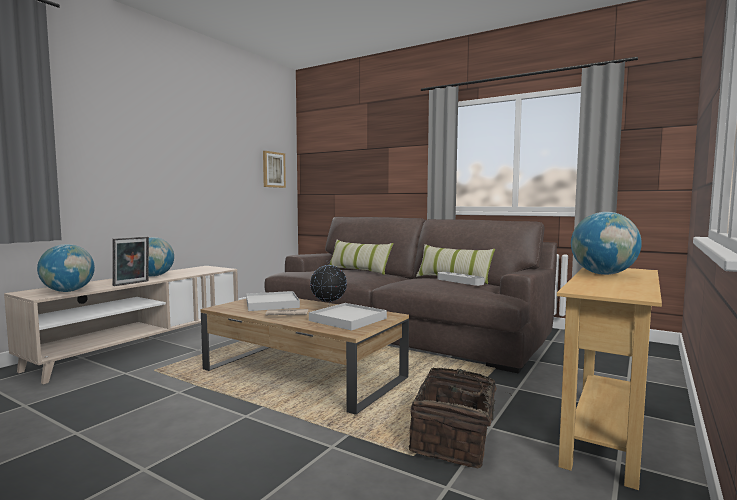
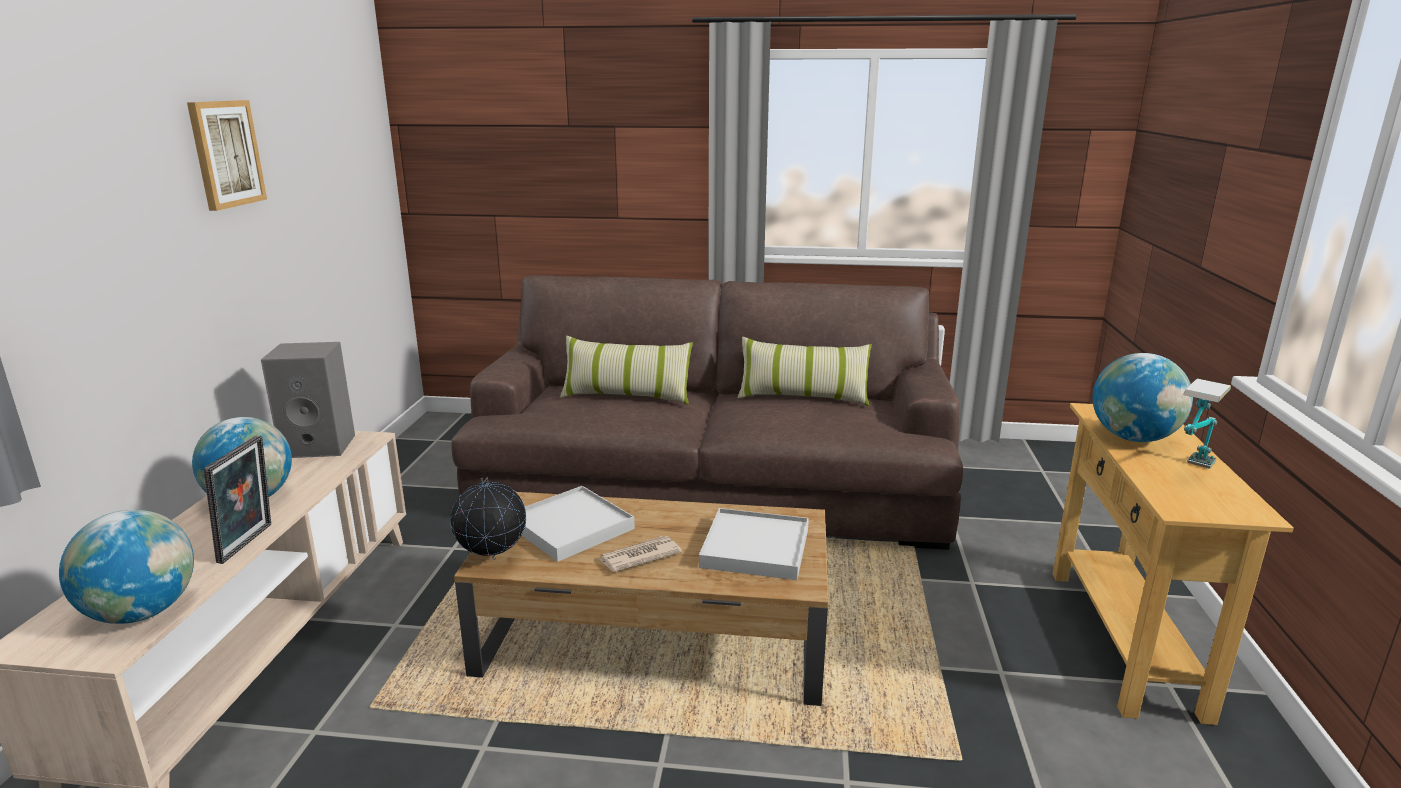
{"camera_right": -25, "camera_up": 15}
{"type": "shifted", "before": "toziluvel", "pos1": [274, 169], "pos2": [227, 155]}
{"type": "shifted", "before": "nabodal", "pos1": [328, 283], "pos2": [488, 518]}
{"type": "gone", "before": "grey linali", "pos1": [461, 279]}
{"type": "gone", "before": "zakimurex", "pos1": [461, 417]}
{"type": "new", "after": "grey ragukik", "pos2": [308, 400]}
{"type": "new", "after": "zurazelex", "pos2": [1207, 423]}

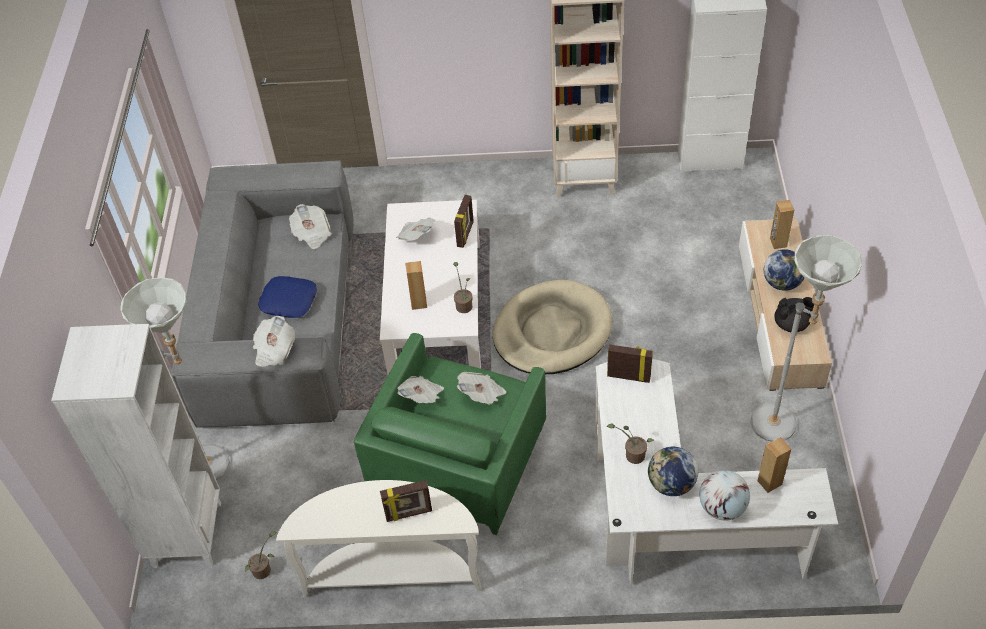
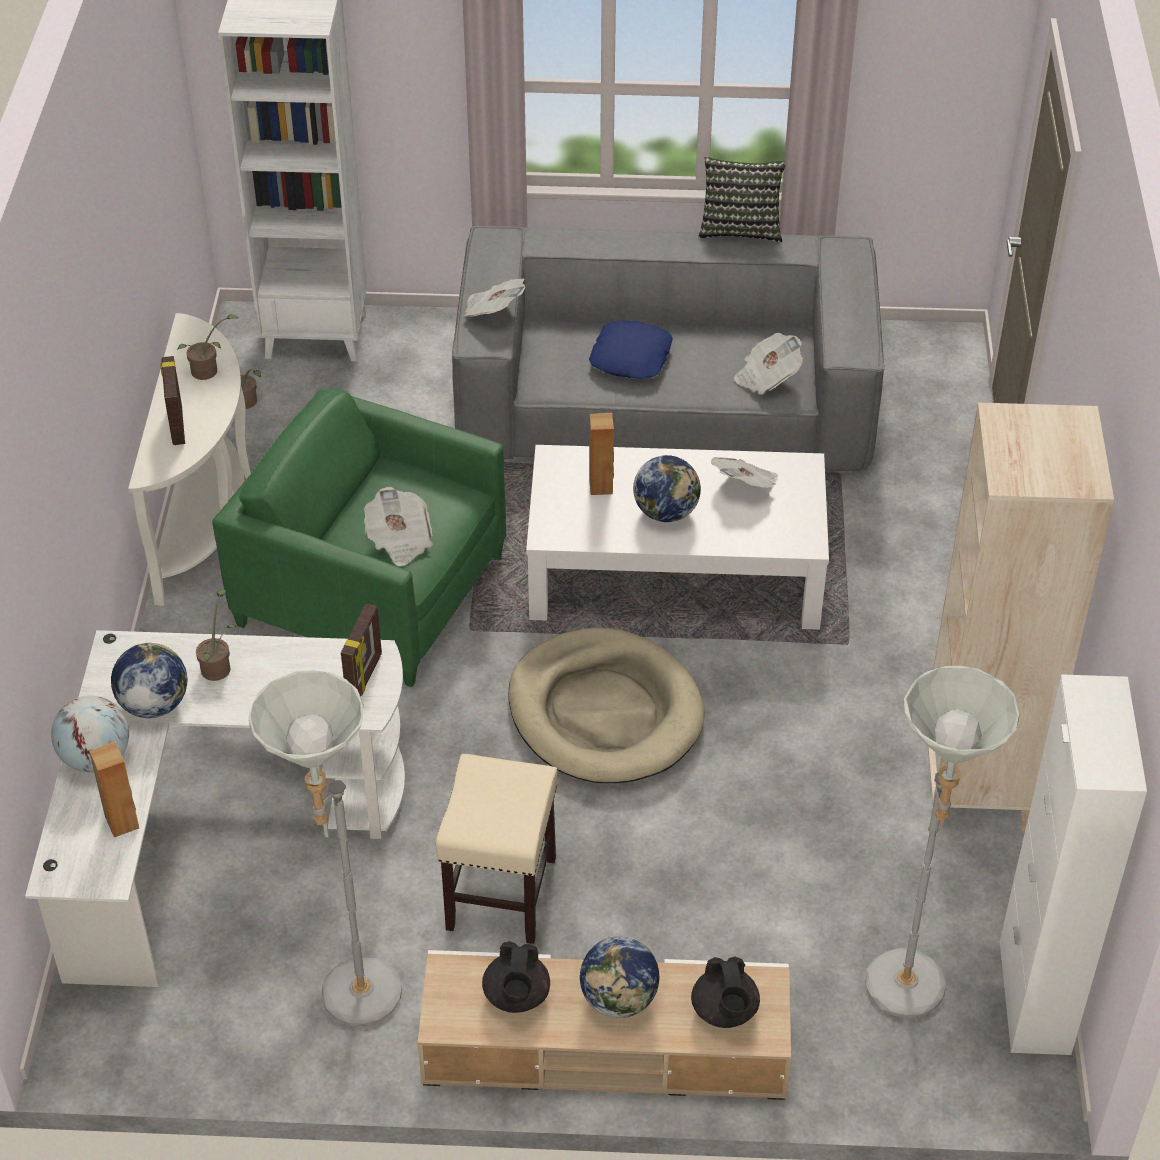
{"camera_right": 90, "camera_up": -5}
{"type": "gone", "before": "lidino", "pos1": [464, 221]}
{"type": "swapped", "before": "brown ragukik", "after": "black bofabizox", "pos1": [782, 224], "pos2": [725, 992]}
{"type": "shifted", "before": "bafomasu", "pos1": [463, 287], "pos2": [207, 347]}
{"type": "shifted", "before": "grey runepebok", "pos1": [175, 378], "pos2": [942, 842]}
{"type": "gone", "before": "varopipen", "pos1": [420, 389]}
{"type": "new", "after": "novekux", "pos2": [742, 200]}
{"type": "new", "after": "nabodal", "pos2": [667, 488]}
{"type": "new", "after": "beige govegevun", "pos2": [496, 849]}

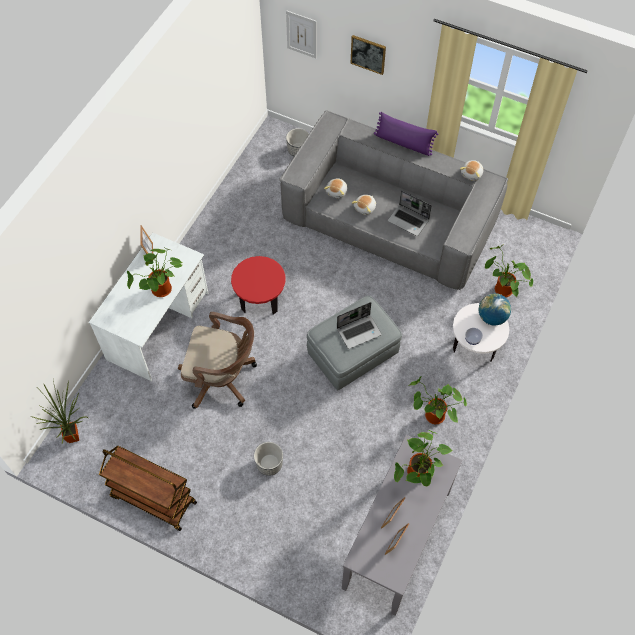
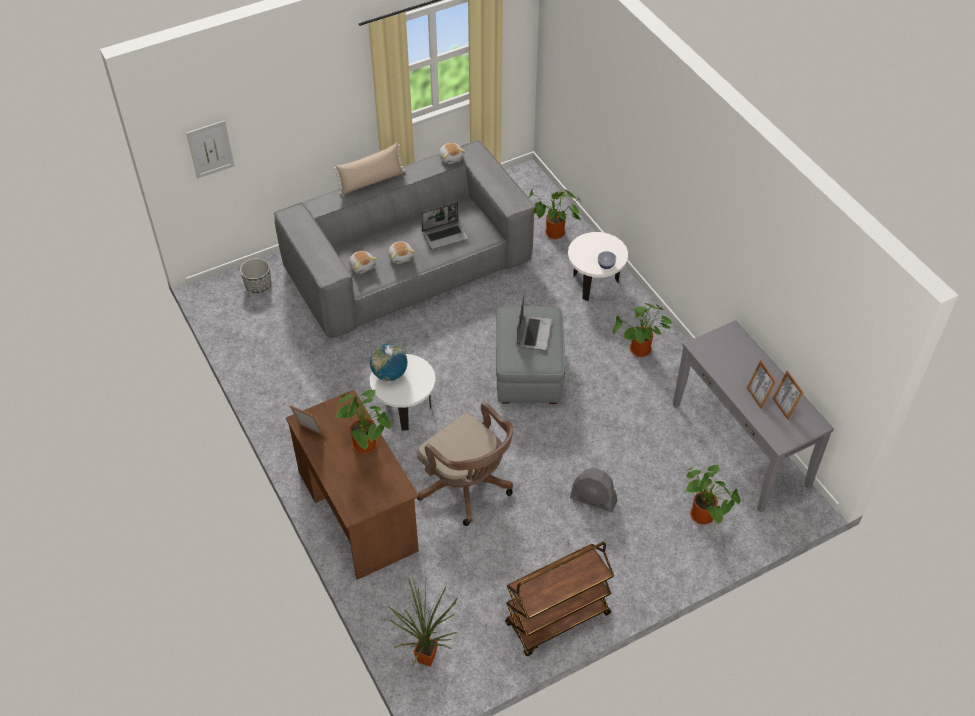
{"camera_right": -55, "camera_up": -10}
{"type": "gone", "before": "toziluvel", "pos1": [368, 55]}
{"type": "repainted", "before": "purple novekux", "after": "beige novekux", "pos1": [406, 134], "pos2": [369, 169]}
{"type": "repainted", "before": "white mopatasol", "after": "brown mopatasol", "pos1": [148, 307], "pos2": [352, 485]}
{"type": "repainted", "before": "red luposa", "after": "white luposa", "pos1": [258, 285], "pos2": [403, 392]}
{"type": "shifted", "before": "nabodal", "pos1": [495, 309], "pos2": [388, 362]}
{"type": "rotated", "before": "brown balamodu", "pos1": [217, 360], "pos2": [465, 464], "turn": 90}
{"type": "shifted", "before": "bafomasu", "pos1": [423, 458], "pos2": [713, 495]}
{"type": "swapped", "before": "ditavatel", "after": "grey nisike", "pos1": [268, 459], "pos2": [593, 490]}

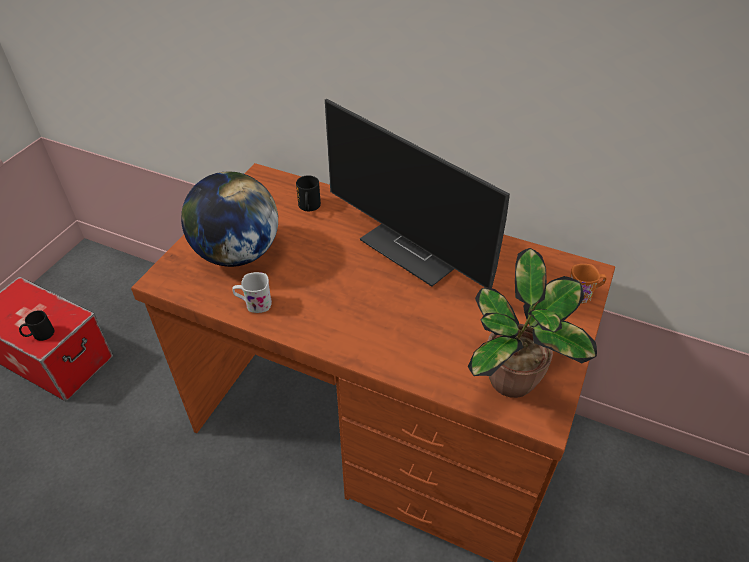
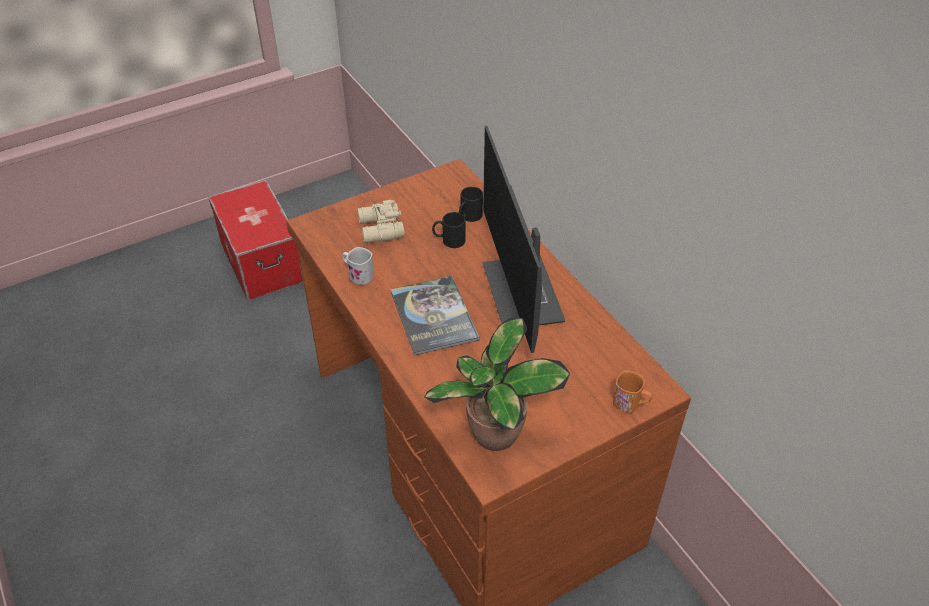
{"camera_right": 35, "camera_up": 0}
{"type": "swapped", "before": "nabodal", "after": "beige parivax", "pos1": [229, 219], "pos2": [381, 221]}
{"type": "shifted", "before": "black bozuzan", "pos1": [36, 325], "pos2": [449, 230]}
{"type": "new", "after": "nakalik", "pos2": [435, 316]}

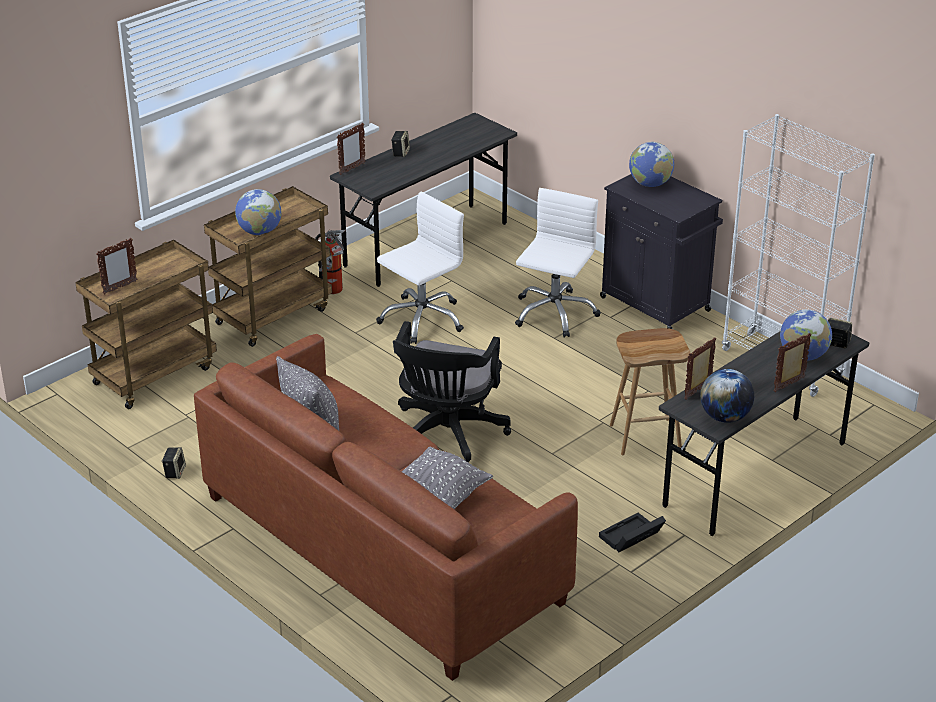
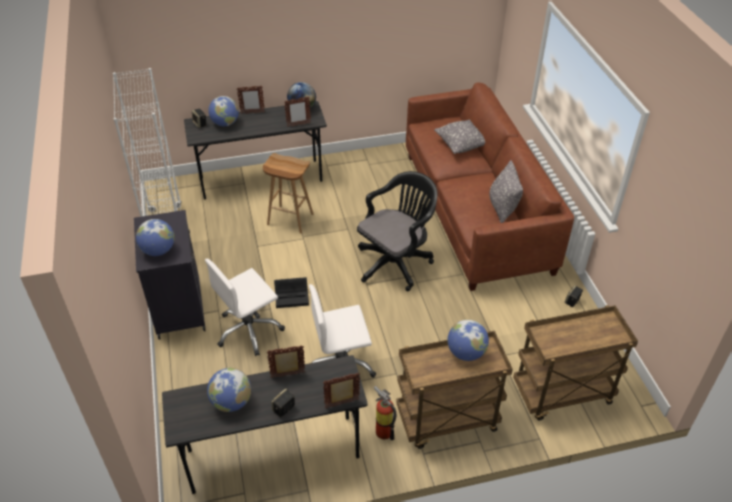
{"camera_right": -150, "camera_up": 10}
{"type": "shifted", "before": "lidino", "pos1": [116, 266], "pos2": [286, 361]}
{"type": "shifted", "before": "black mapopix", "pos1": [632, 533], "pos2": [291, 292]}
{"type": "new", "after": "nabodal", "pos2": [229, 390]}

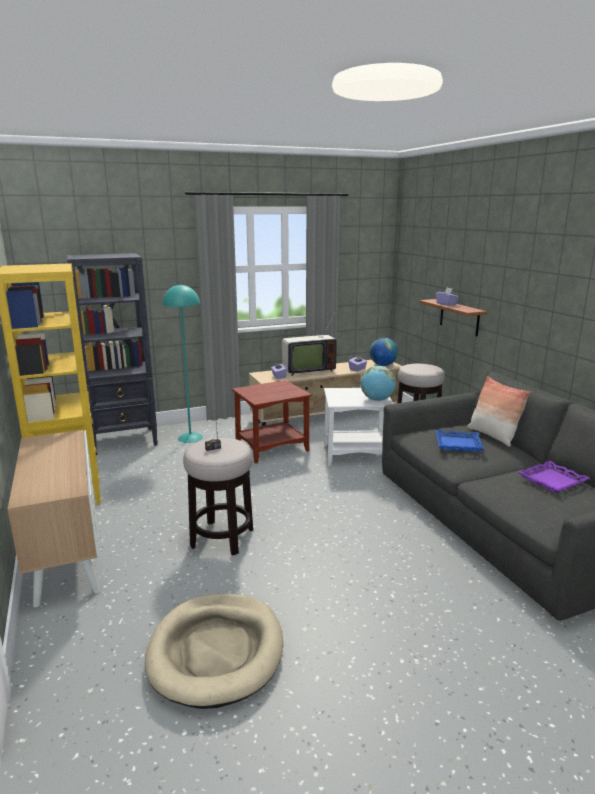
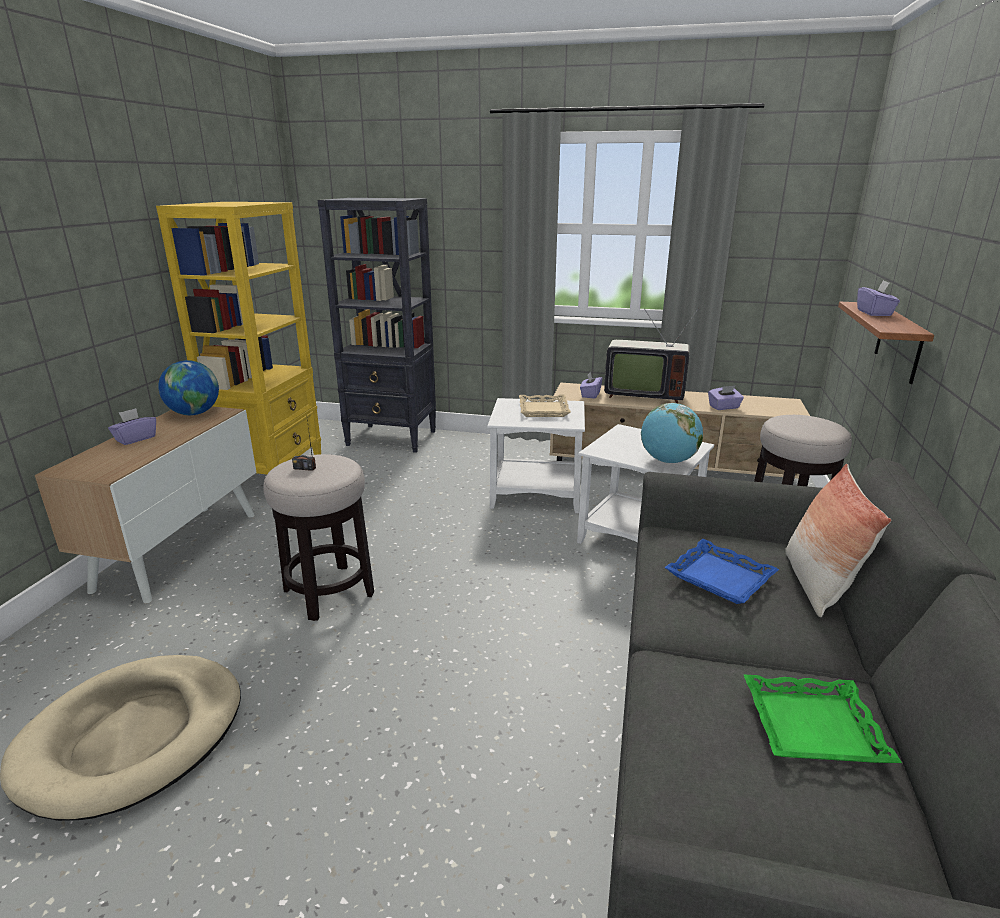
{"camera_right": 35, "camera_up": 5}
{"type": "gone", "before": "turquoise runepebok", "pos1": [183, 363]}
{"type": "shifted", "before": "nabodal", "pos1": [384, 352], "pos2": [188, 387]}
{"type": "repainted", "before": "brown luposa", "after": "white luposa", "pos1": [272, 422], "pos2": [536, 455]}
{"type": "repainted", "before": "purple linali", "after": "green linali", "pos1": [554, 477], "pos2": [822, 718]}
{"type": "new", "after": "beige linali", "pos2": [545, 406]}
{"type": "new", "after": "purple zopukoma", "pos2": [132, 426]}

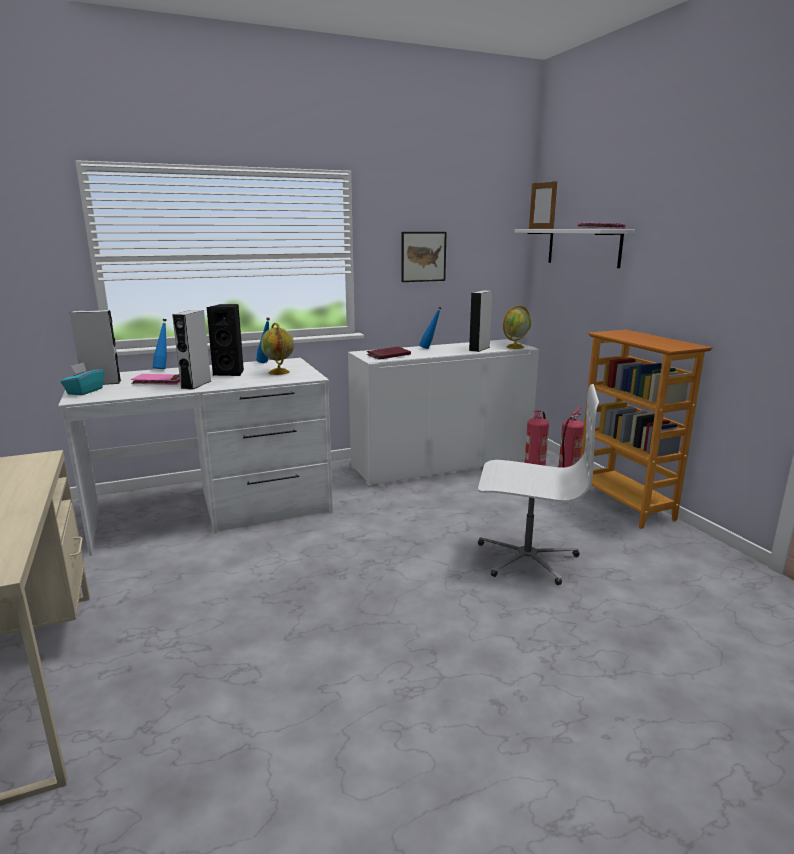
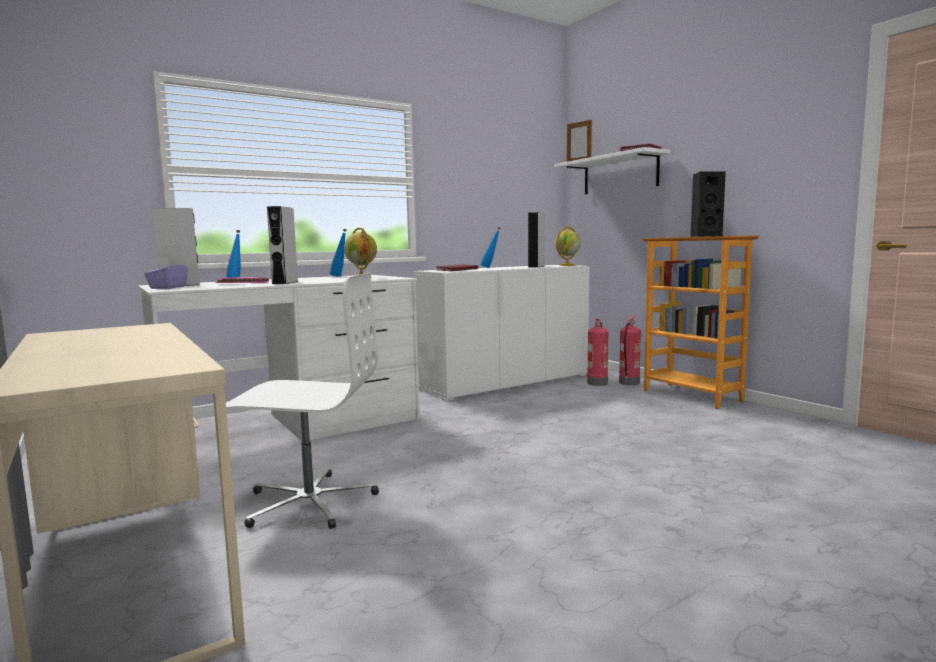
{"camera_right": -10, "camera_up": -10}
{"type": "gone", "before": "toziluvel", "pos1": [424, 257]}
{"type": "shifted", "before": "black ragukik", "pos1": [225, 340], "pos2": [708, 204]}
{"type": "repainted", "before": "turquoise zopukoma", "after": "purple zopukoma", "pos1": [82, 378], "pos2": [166, 273]}
{"type": "shifted", "before": "white balamodu", "pos1": [538, 484], "pos2": [302, 400]}

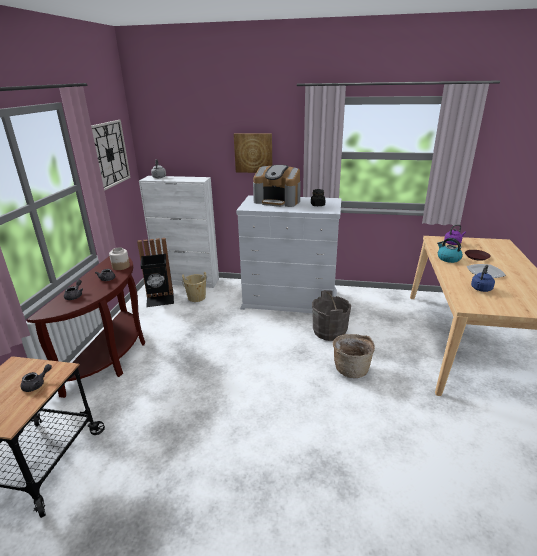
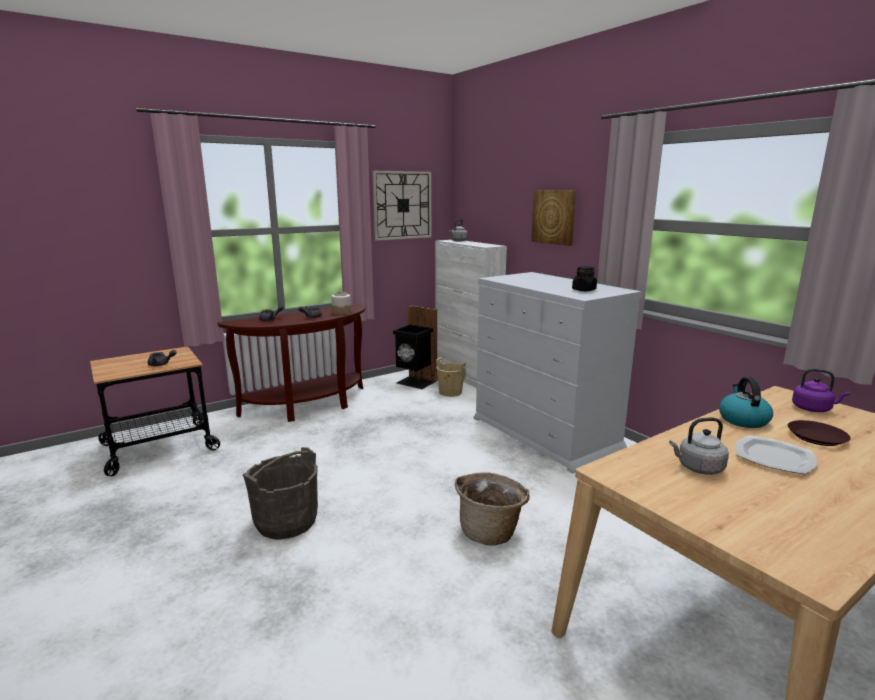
{"camera_right": 45, "camera_up": -10}
{"type": "gone", "before": "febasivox", "pos1": [277, 186]}
{"type": "repainted", "before": "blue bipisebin", "after": "grey bipisebin", "pos1": [483, 278], "pos2": [699, 446]}
{"type": "shifted", "before": "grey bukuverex", "pos1": [331, 315], "pos2": [280, 493]}

